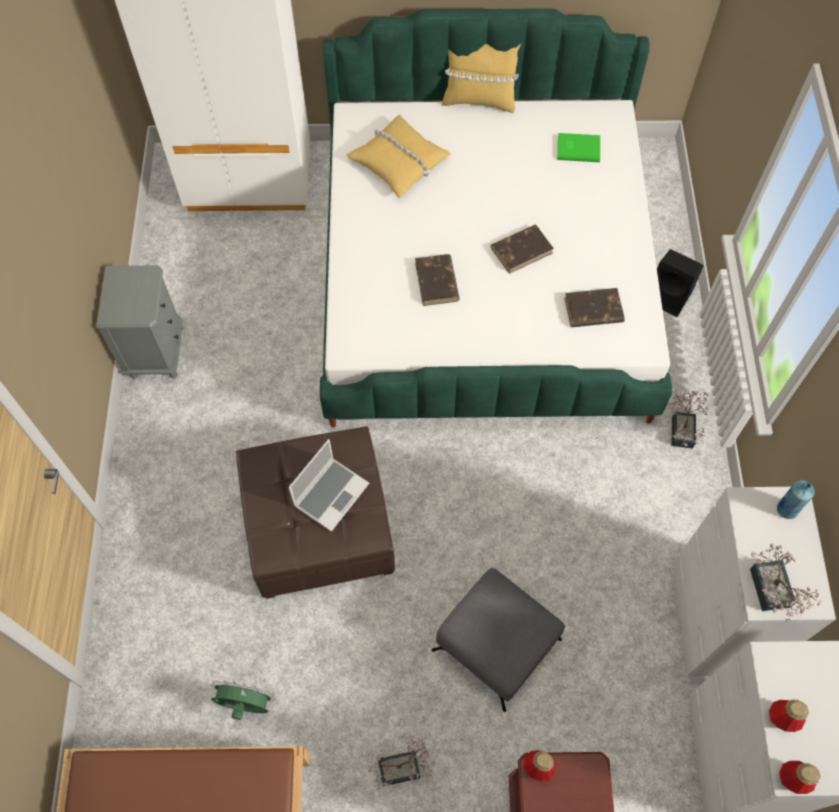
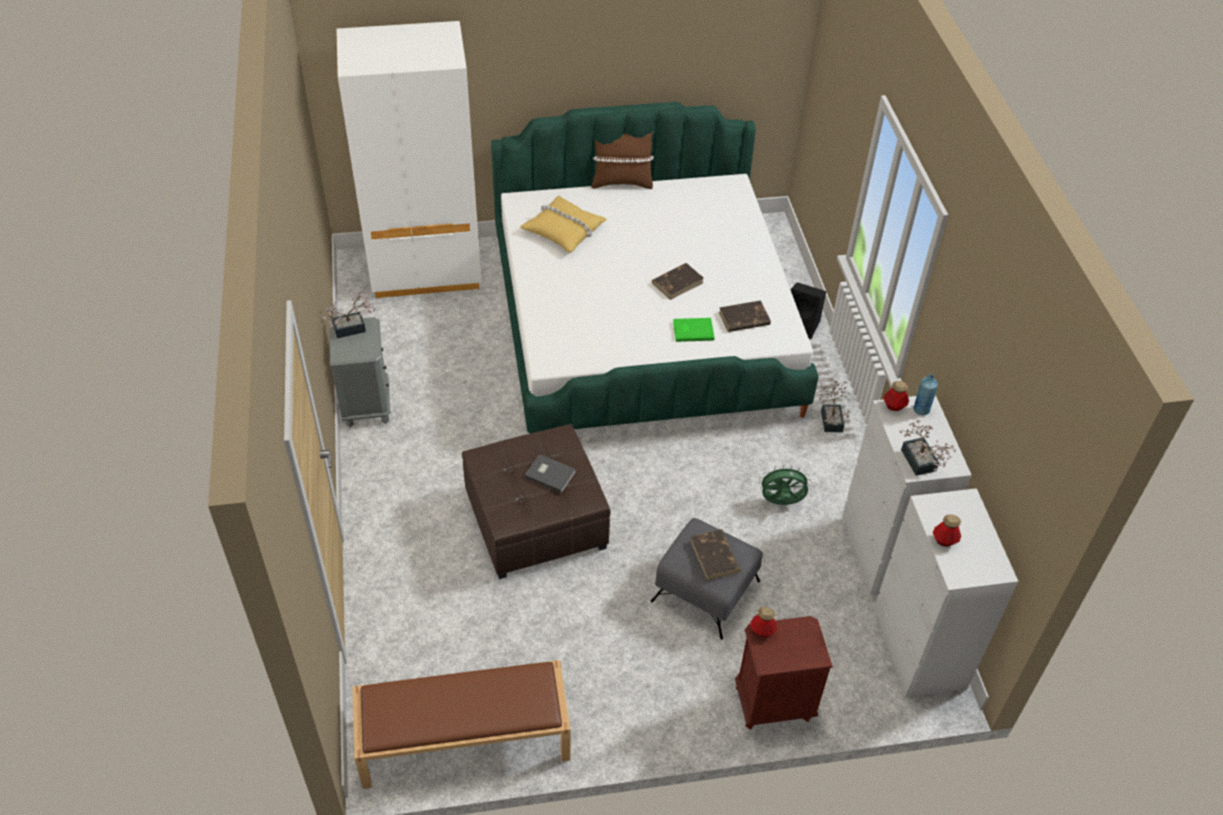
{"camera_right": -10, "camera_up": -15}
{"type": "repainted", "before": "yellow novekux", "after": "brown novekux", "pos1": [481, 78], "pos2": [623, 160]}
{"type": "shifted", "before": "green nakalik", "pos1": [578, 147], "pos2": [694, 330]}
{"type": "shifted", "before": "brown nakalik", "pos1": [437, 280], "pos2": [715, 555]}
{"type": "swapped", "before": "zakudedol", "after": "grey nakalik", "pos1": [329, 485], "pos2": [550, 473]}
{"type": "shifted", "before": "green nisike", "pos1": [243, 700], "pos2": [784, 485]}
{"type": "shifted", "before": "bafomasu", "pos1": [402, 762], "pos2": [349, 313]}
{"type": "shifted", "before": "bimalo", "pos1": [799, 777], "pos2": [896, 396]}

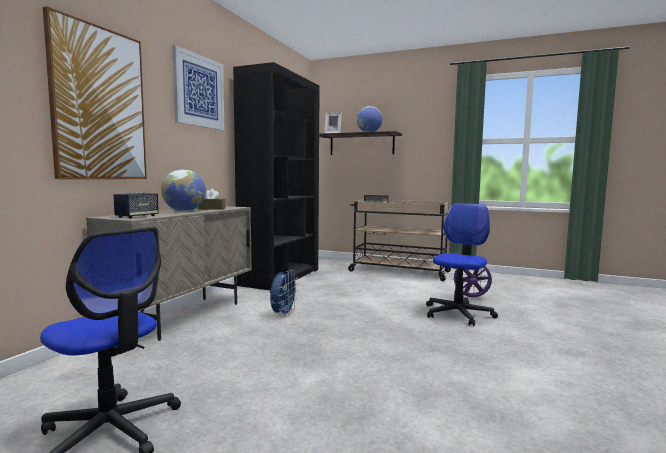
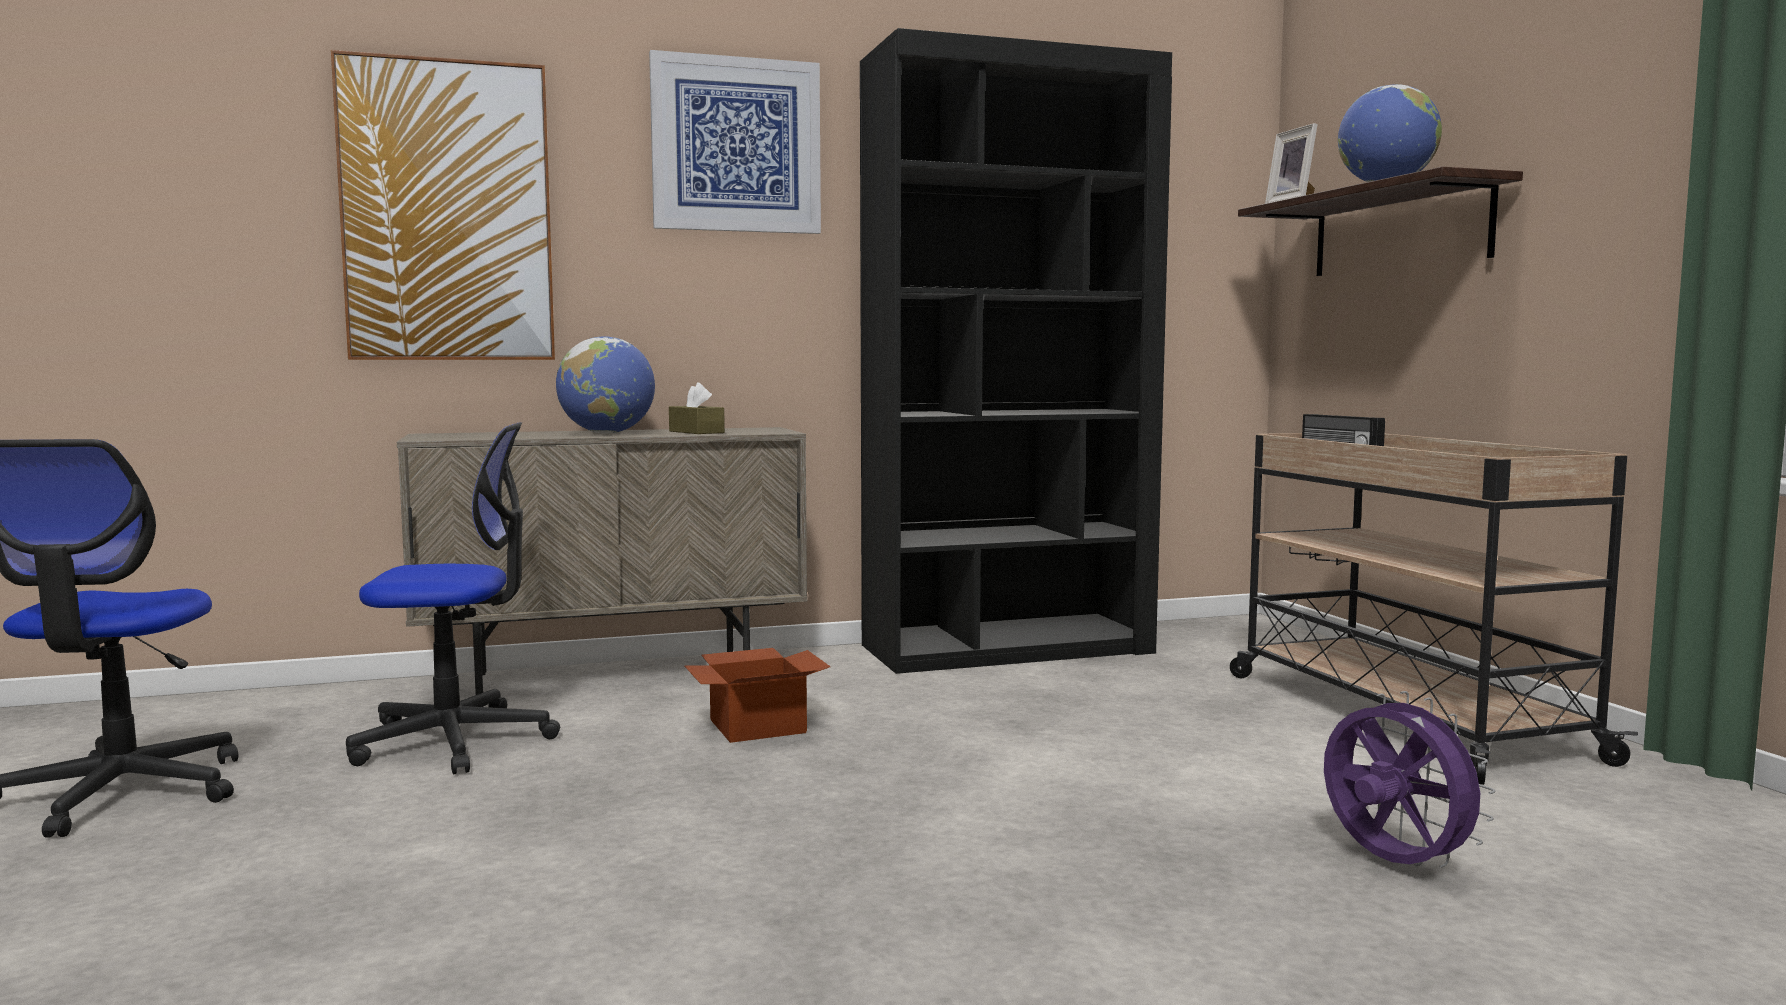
{"camera_right": 50, "camera_up": 0}
{"type": "gone", "before": "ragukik", "pos1": [136, 205]}
{"type": "shifted", "before": "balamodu", "pos1": [462, 264], "pos2": [453, 598]}
{"type": "swapped", "before": "blue nisike", "after": "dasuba", "pos1": [284, 293], "pos2": [757, 695]}

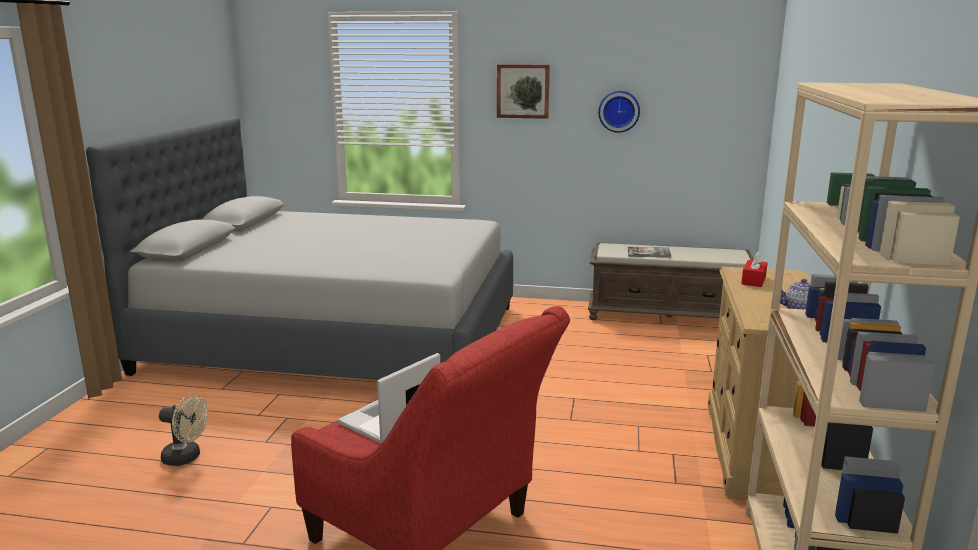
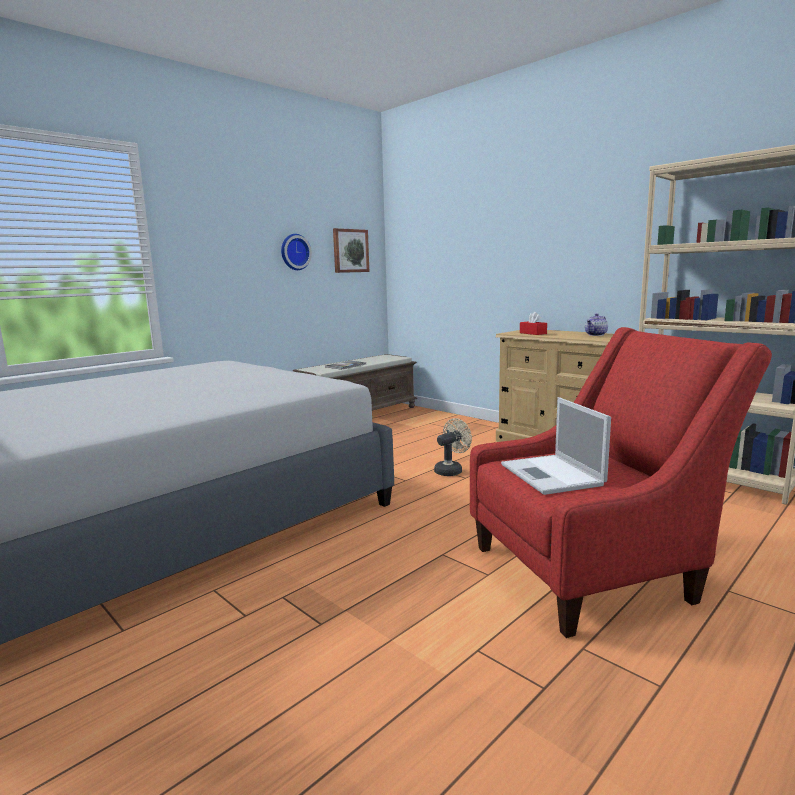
{"camera_right": -55, "camera_up": -5}
{"type": "shifted", "before": "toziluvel", "pos1": [523, 91], "pos2": [351, 250]}
{"type": "shifted", "before": "beige nisike", "pos1": [183, 430], "pos2": [453, 447]}

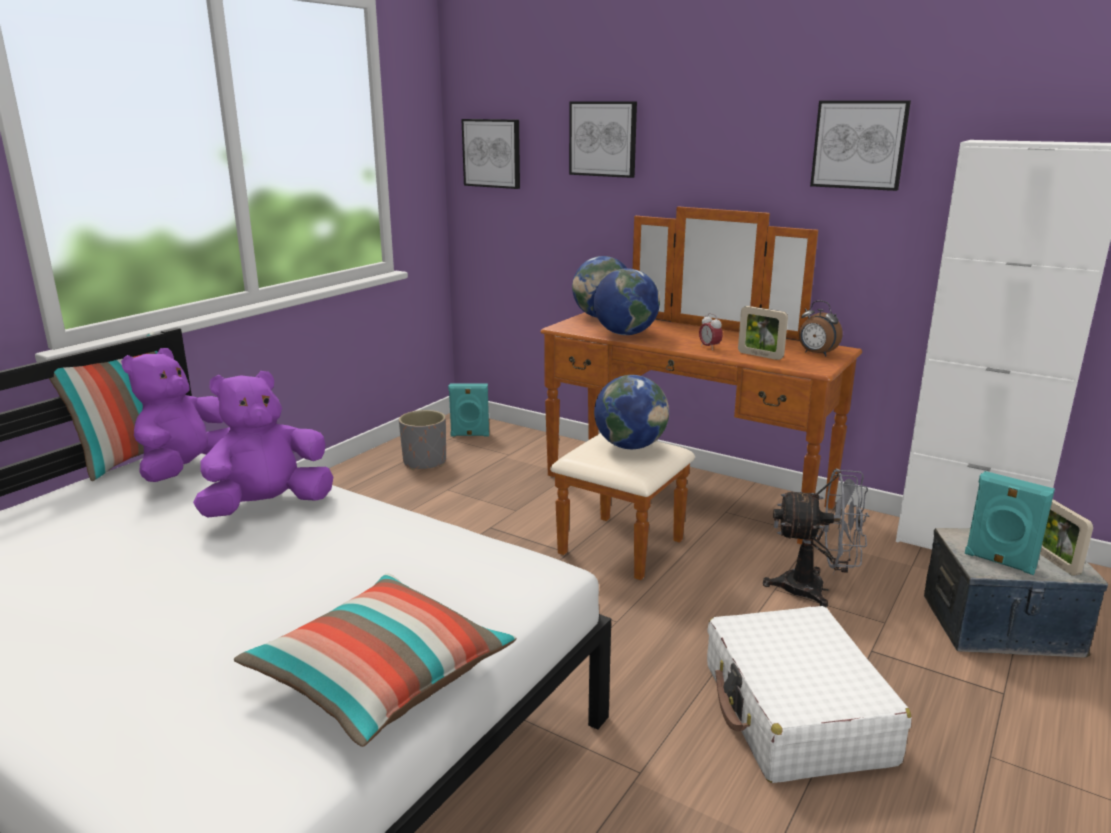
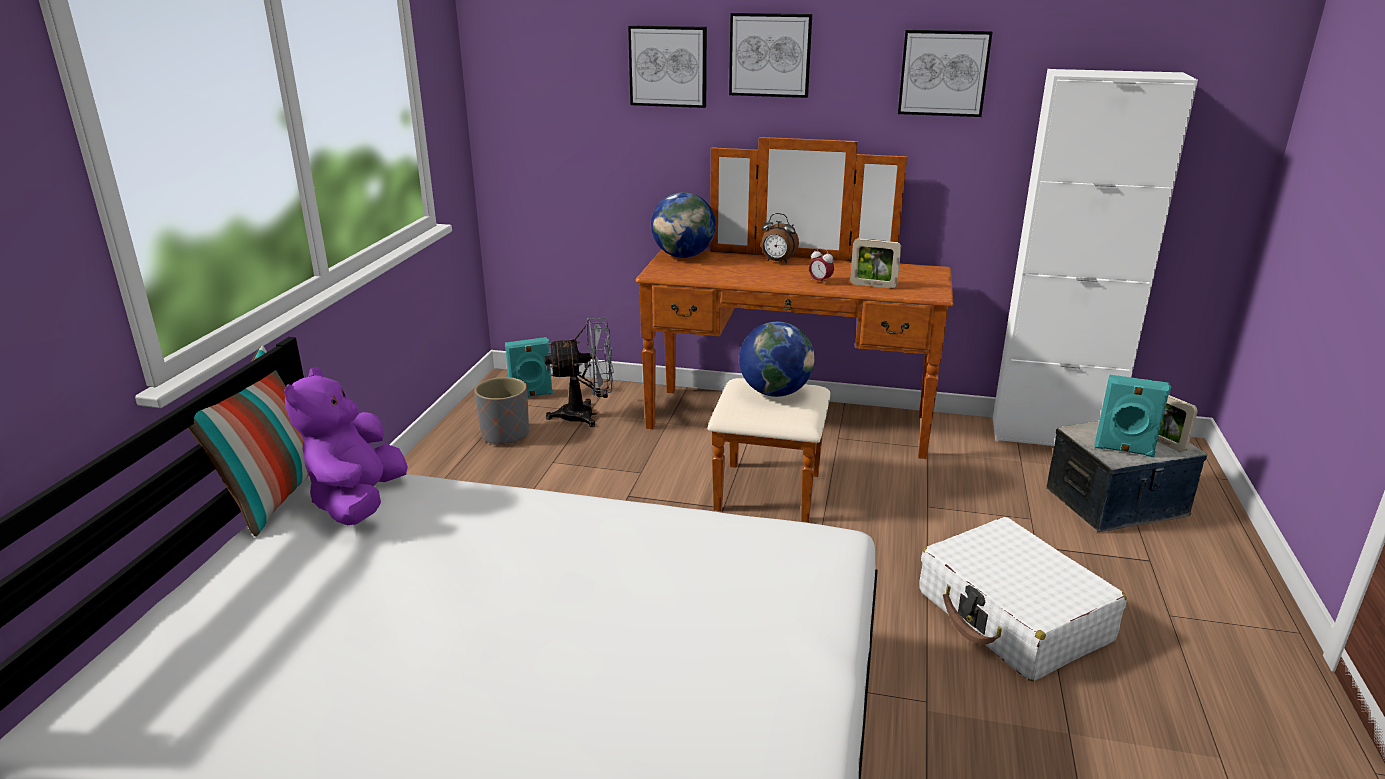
{"camera_right": -20, "camera_up": 5}
{"type": "shifted", "before": "toziluvel", "pos1": [490, 154], "pos2": [770, 55]}
{"type": "gone", "before": "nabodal", "pos1": [627, 301]}
{"type": "shifted", "before": "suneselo", "pos1": [821, 328], "pos2": [780, 238]}
{"type": "gone", "before": "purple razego", "pos1": [263, 444]}
{"type": "shifted", "before": "grey nisike", "pos1": [816, 538], "pos2": [578, 372]}
{"type": "gone", "before": "novekux", "pos1": [375, 660]}

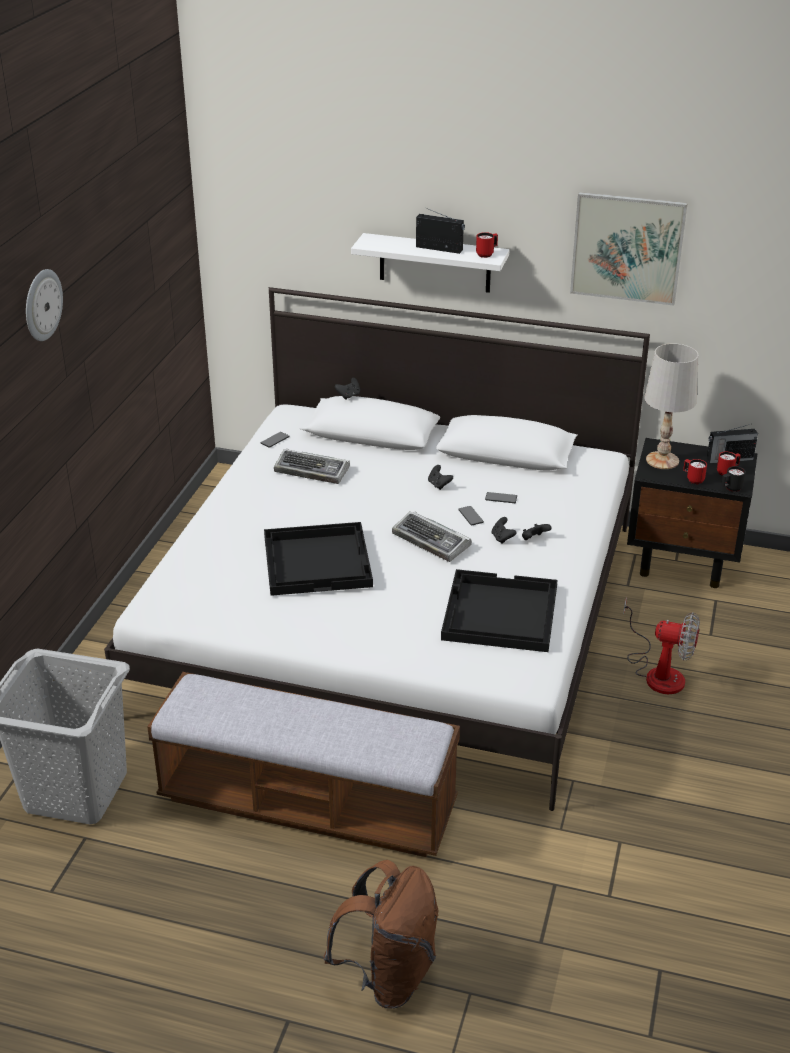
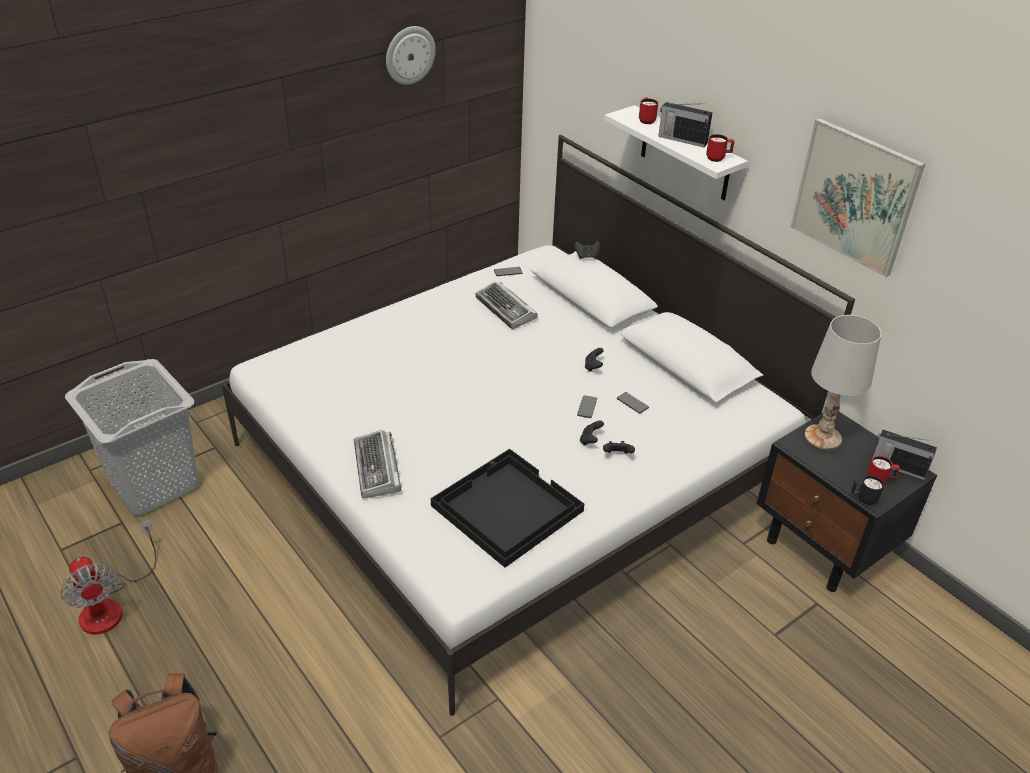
{"camera_right": 35, "camera_up": 5}
{"type": "rotated", "before": "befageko", "pos1": [440, 230], "pos2": [685, 124], "turn": 150}
{"type": "shifted", "before": "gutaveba", "pos1": [44, 305], "pos2": [411, 55]}
{"type": "shifted", "before": "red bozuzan", "pos1": [695, 471], "pos2": [648, 110]}
{"type": "shifted", "before": "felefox", "pos1": [432, 536], "pos2": [377, 464]}
{"type": "gone", "before": "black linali", "pos1": [318, 559]}
{"type": "shifted", "before": "nisike", "pos1": [661, 645], "pos2": [108, 576]}
{"type": "gone", "before": "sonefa", "pos1": [303, 764]}

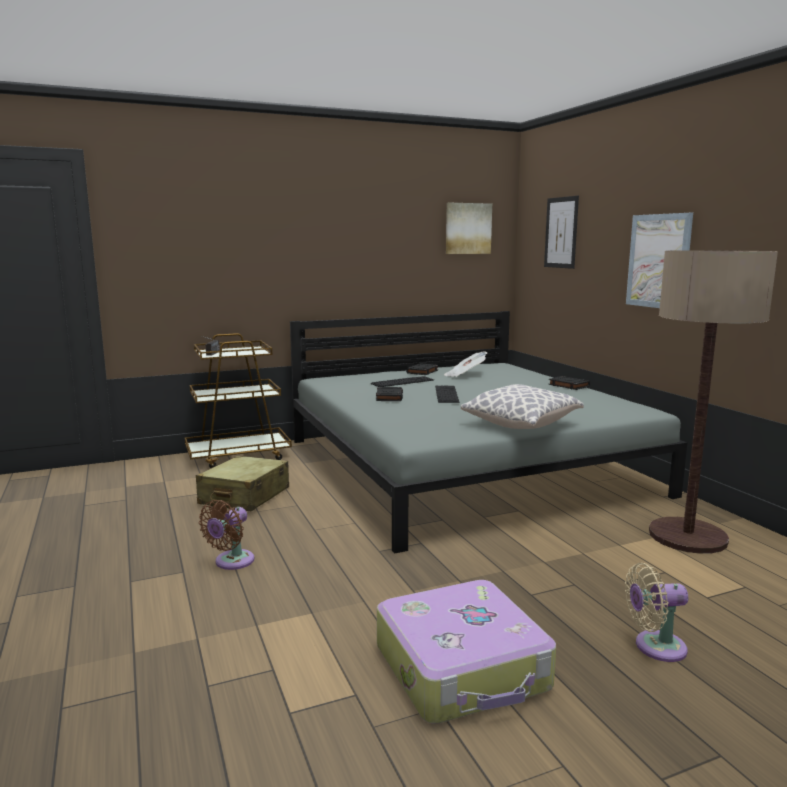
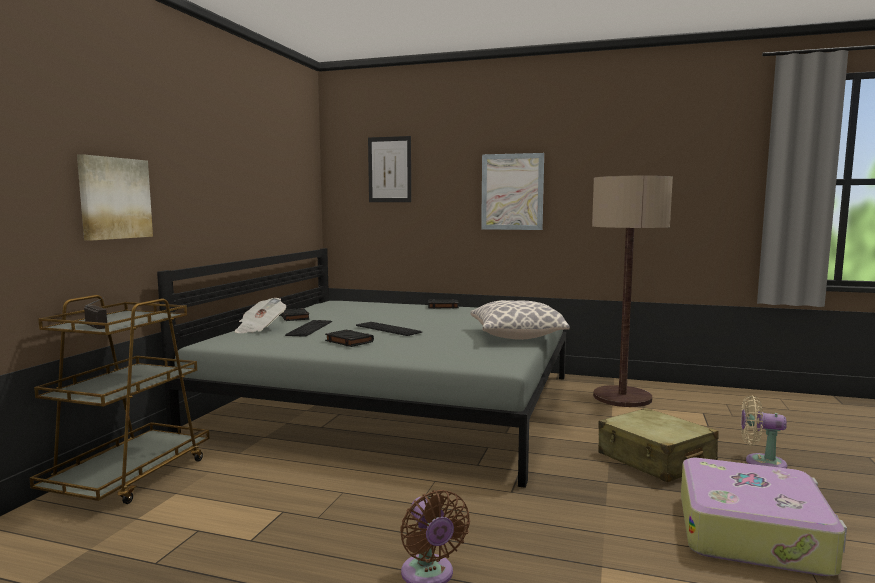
{"camera_right": -50, "camera_up": -5}
{"type": "shifted", "before": "toziluvel", "pos1": [469, 228], "pos2": [115, 197]}
{"type": "shifted", "before": "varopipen", "pos1": [465, 364], "pos2": [260, 315]}
{"type": "shifted", "before": "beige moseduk", "pos1": [242, 483], "pos2": [658, 445]}
{"type": "rotated", "before": "beige nisike", "pos1": [656, 612], "pos2": [764, 431], "turn": 75}

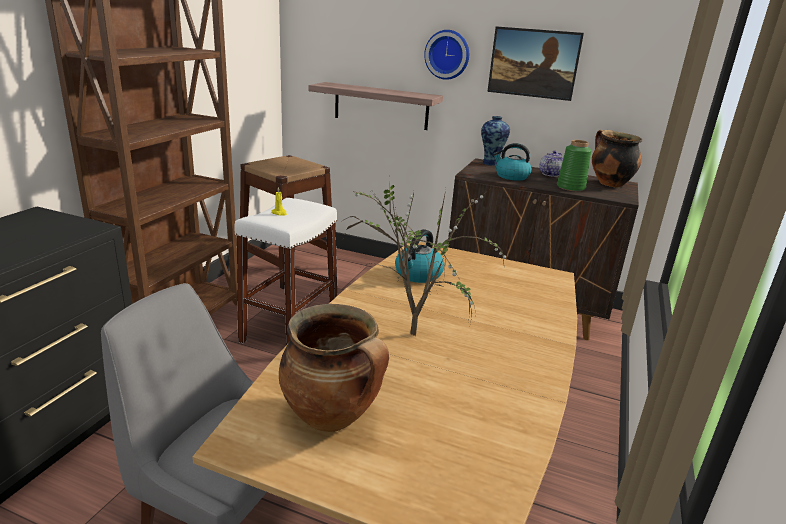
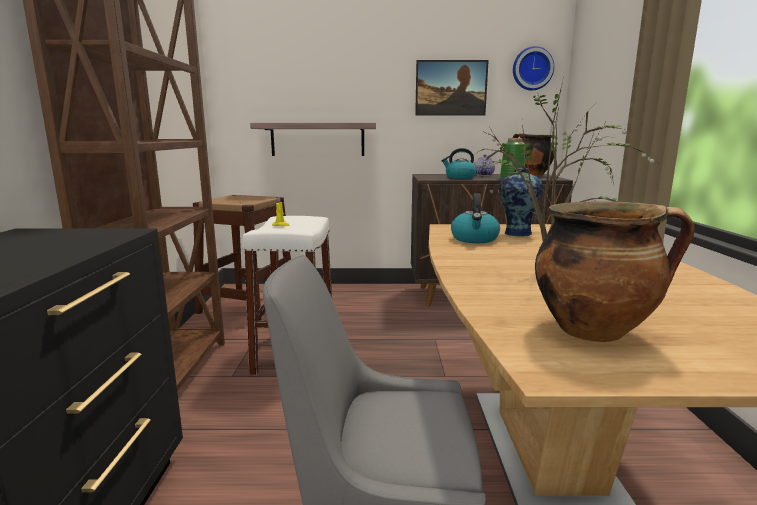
{"camera_right": -20, "camera_up": -10}
{"type": "shifted", "before": "gutaveba", "pos1": [446, 55], "pos2": [533, 68]}
{"type": "shifted", "before": "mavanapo", "pos1": [495, 141], "pos2": [521, 202]}

